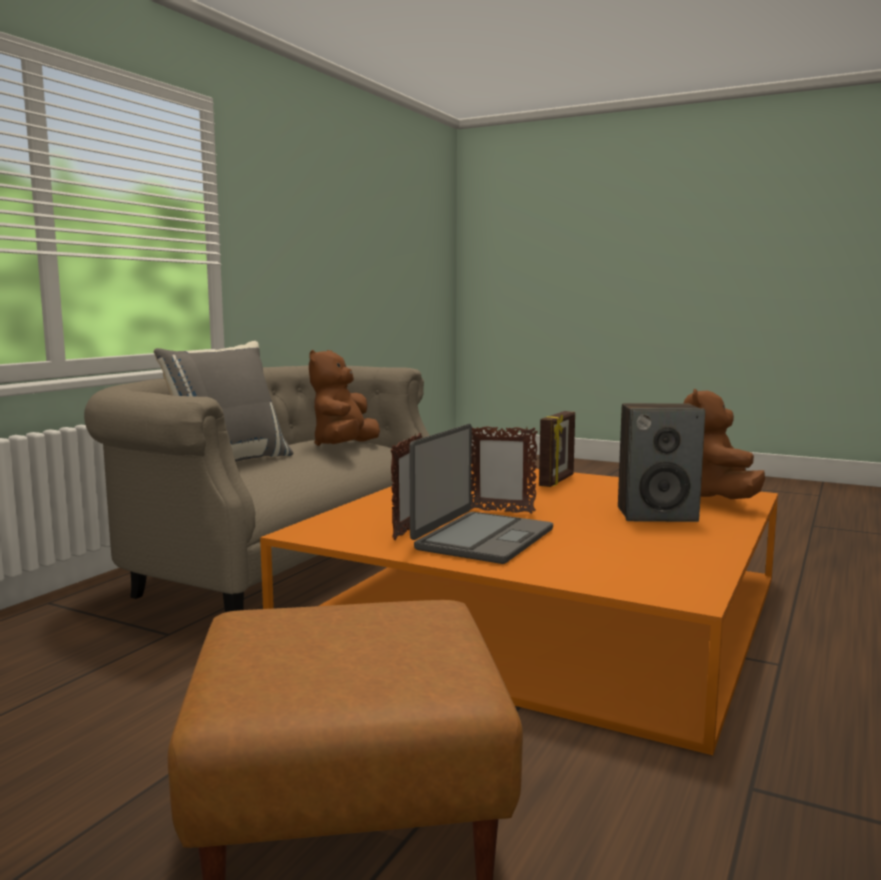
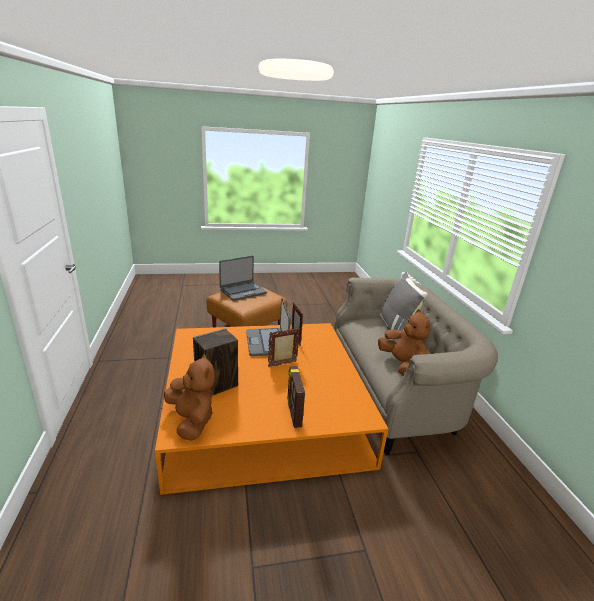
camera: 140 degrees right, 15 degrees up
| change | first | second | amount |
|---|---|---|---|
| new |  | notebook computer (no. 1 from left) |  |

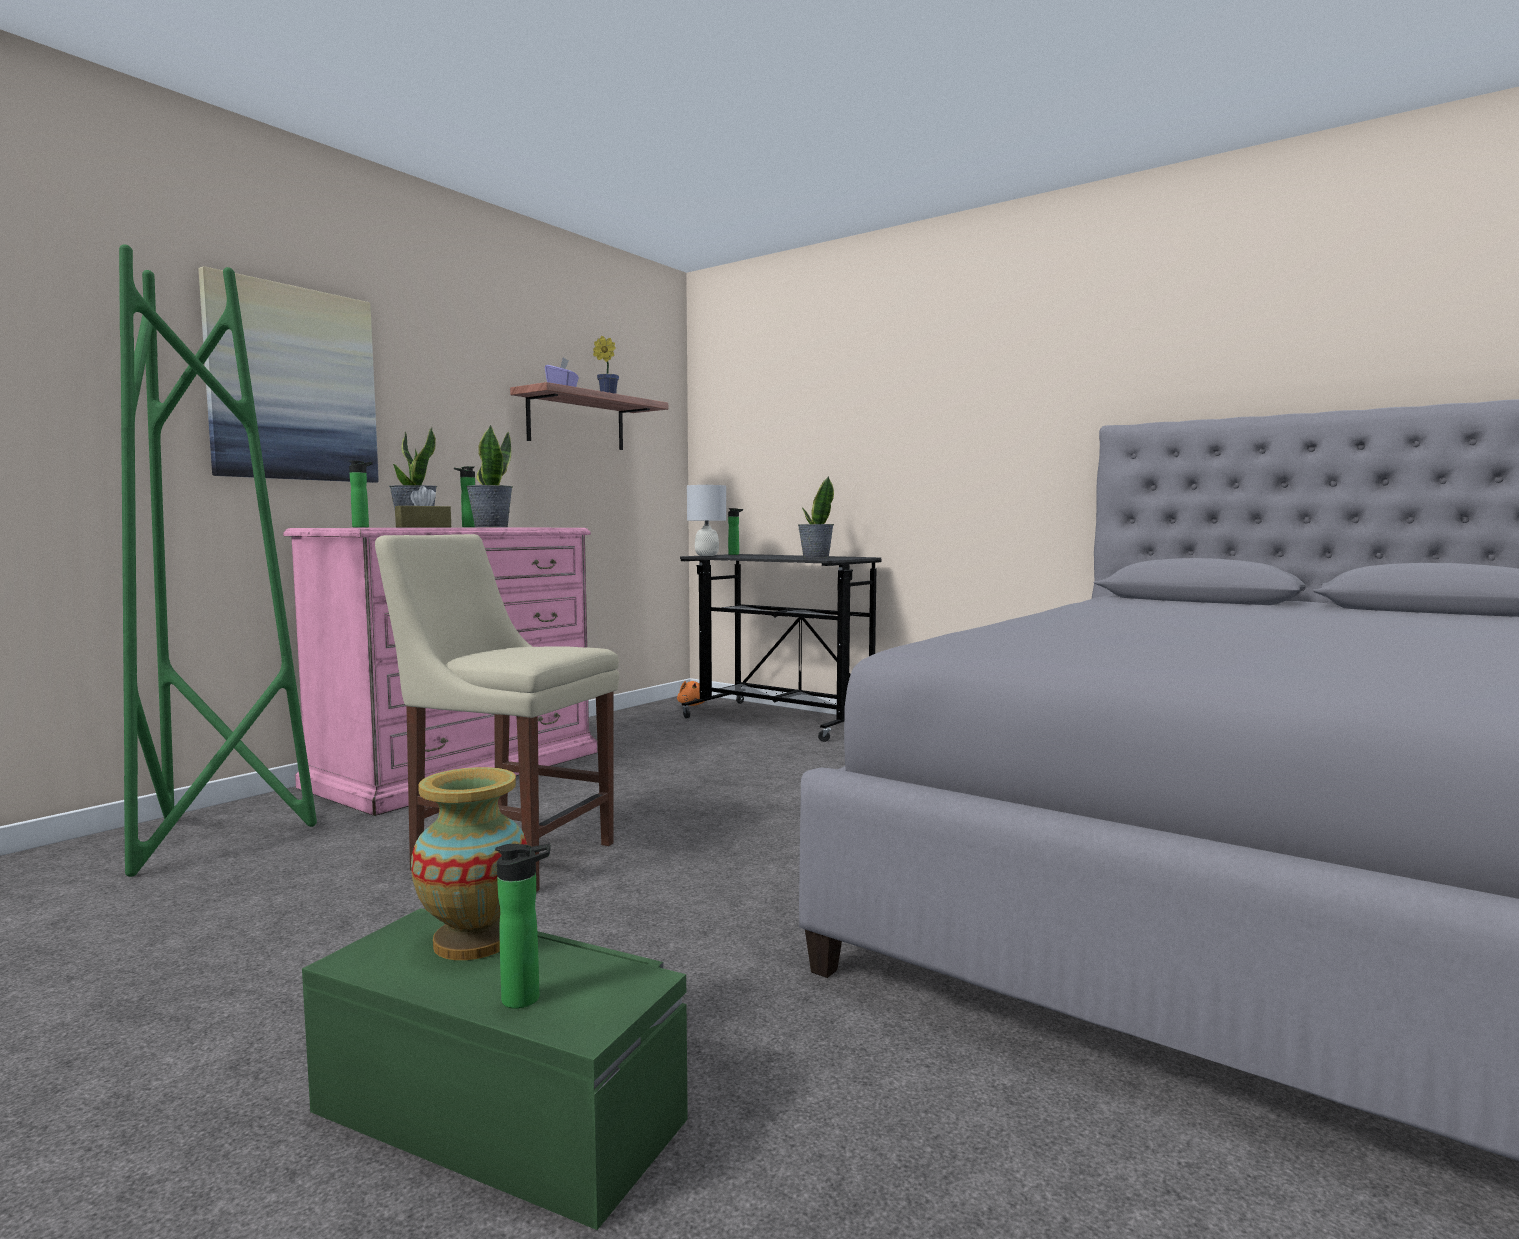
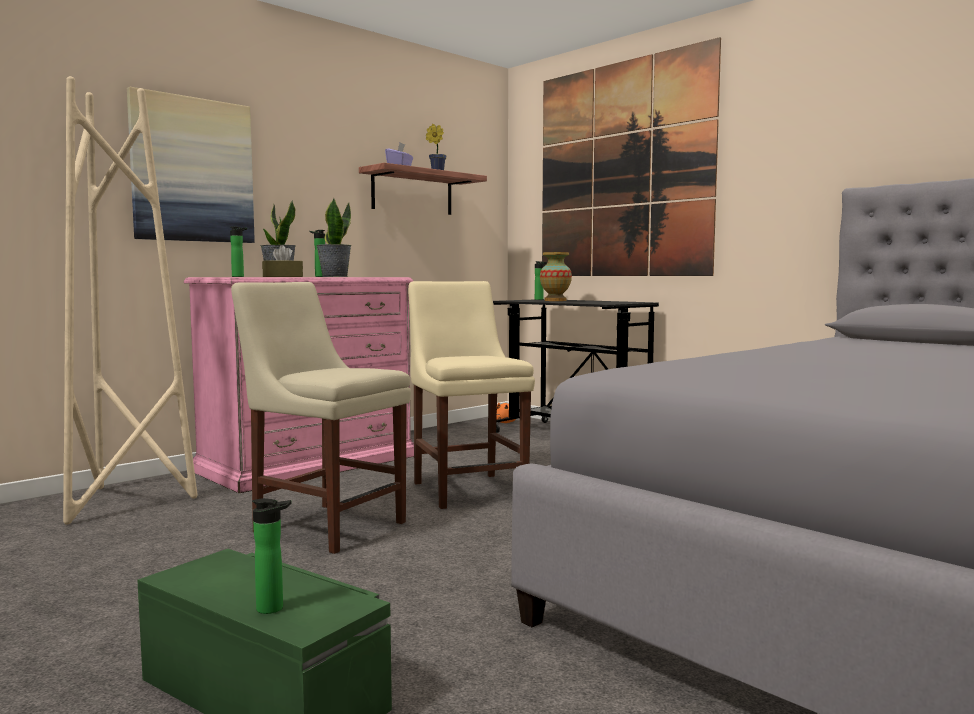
camera: 10 degrees right, 0 degrees up
| change | first | second | amount |
|---|---|---|---|
| repainted | garment rack in green | garment rack in beige |  |
| new |  | plain chair in beige (no. 2 from left) |  |
| shifted | flower vase |  |  |
| new |  | wall picture (no. 2 from left) |  |
| gone | table lamp in greyish |  |  |
| gone | potted plant (no. 4 from left) |  |  |

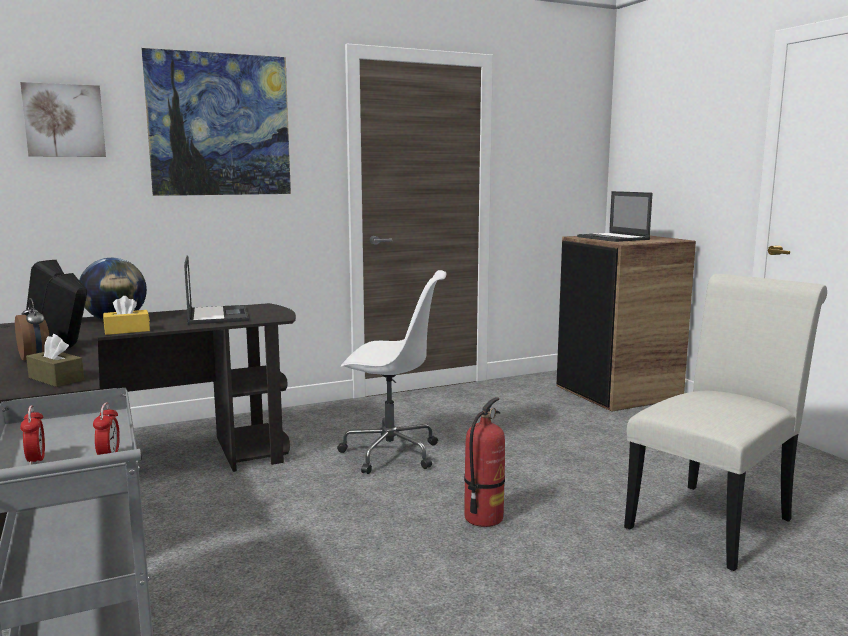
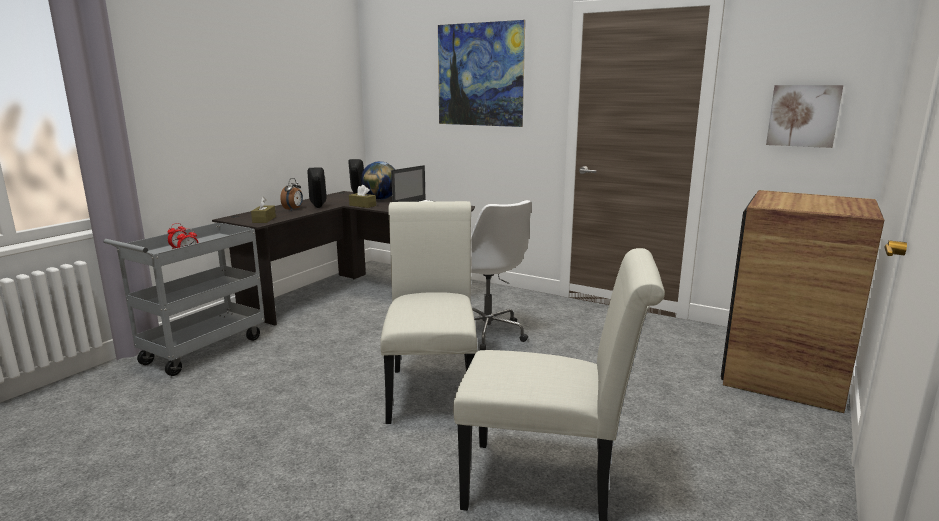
camera: 55 degrees right, 5 degrees up
| change | first | second | amount |
|---|---|---|---|
| repainted | tissue holder in yellow | tissue holder in brownish (no. 2 from left) |  |
| swapped | fire extinguisher | plain chair in whitish (no. 1 from left) |  |
| shifted | wall picture (no. 1 from left in the first image) | wall picture (no. 2 from left) |  |
| gone | notebook computer (no. 2 from left) |  |  |

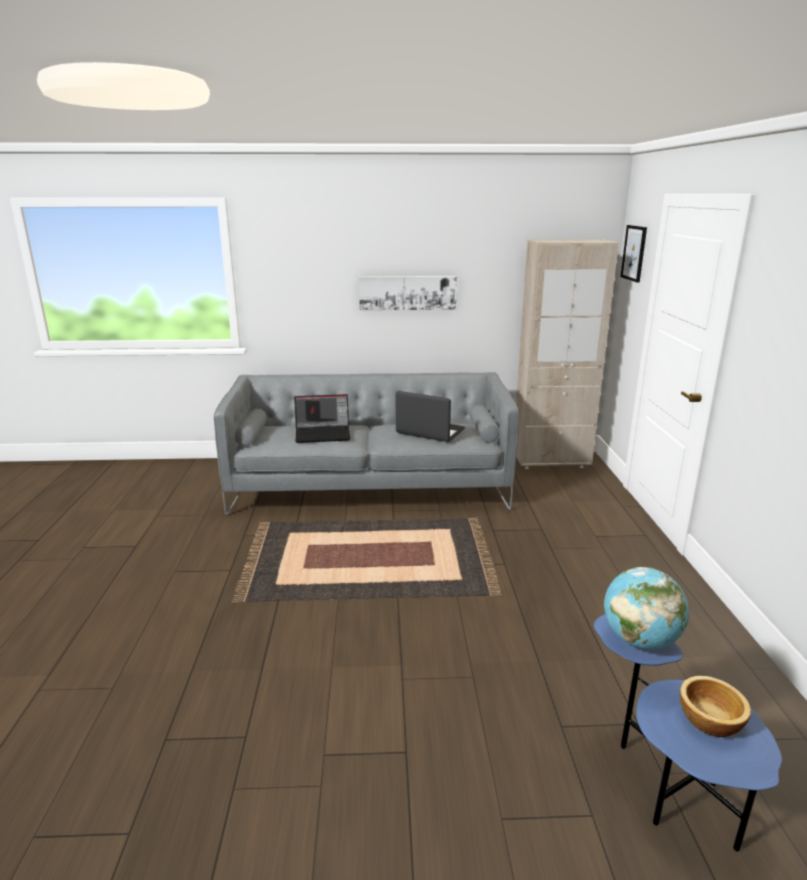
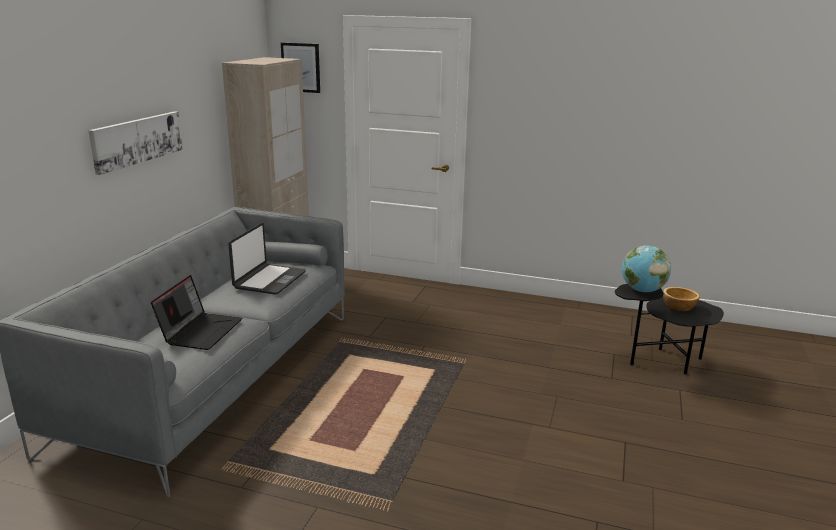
camera: 70 degrees left, 0 degrees up
| change | first | second | amount |
|---|---|---|---|
| rotated | notebook computer (no. 2 from left) |  | 150 degrees clockwise |
| repainted | accent table in bluish | accent table in blackish |  |

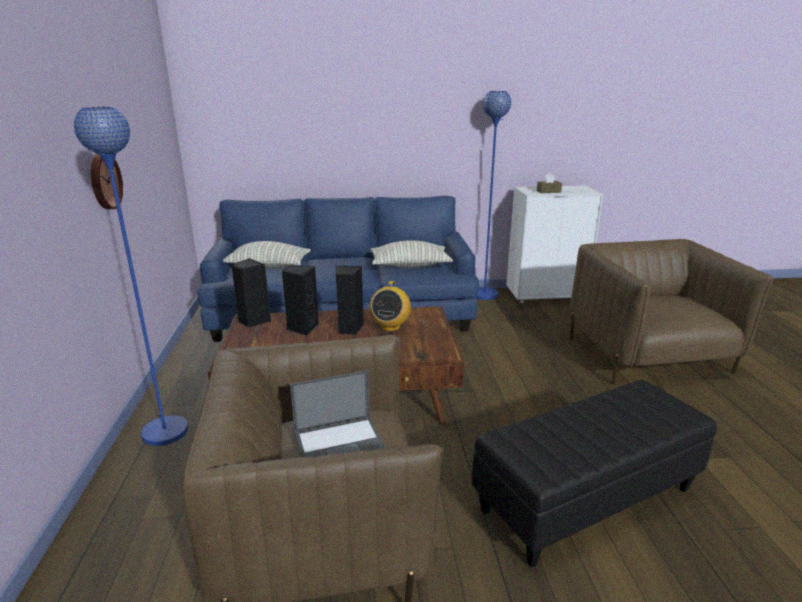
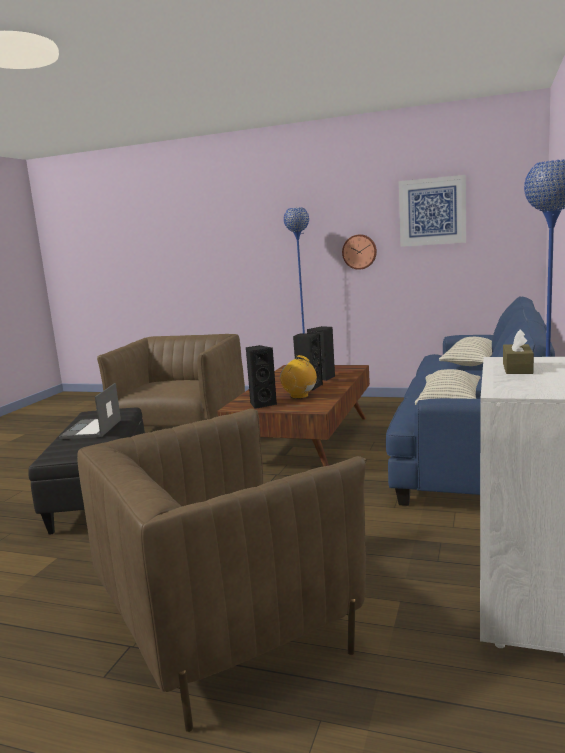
camera: 115 degrees right, 10 degrees down
| change | first | second | amount |
|---|---|---|---|
| shifted | notebook computer |  |  |
| rotated | easy chair in brownish (no. 2 from left) |  | 135 degrees clockwise |
| shifted | speaker in blackish (no. 1 from left) |  |  |
| new |  | wall picture |  |

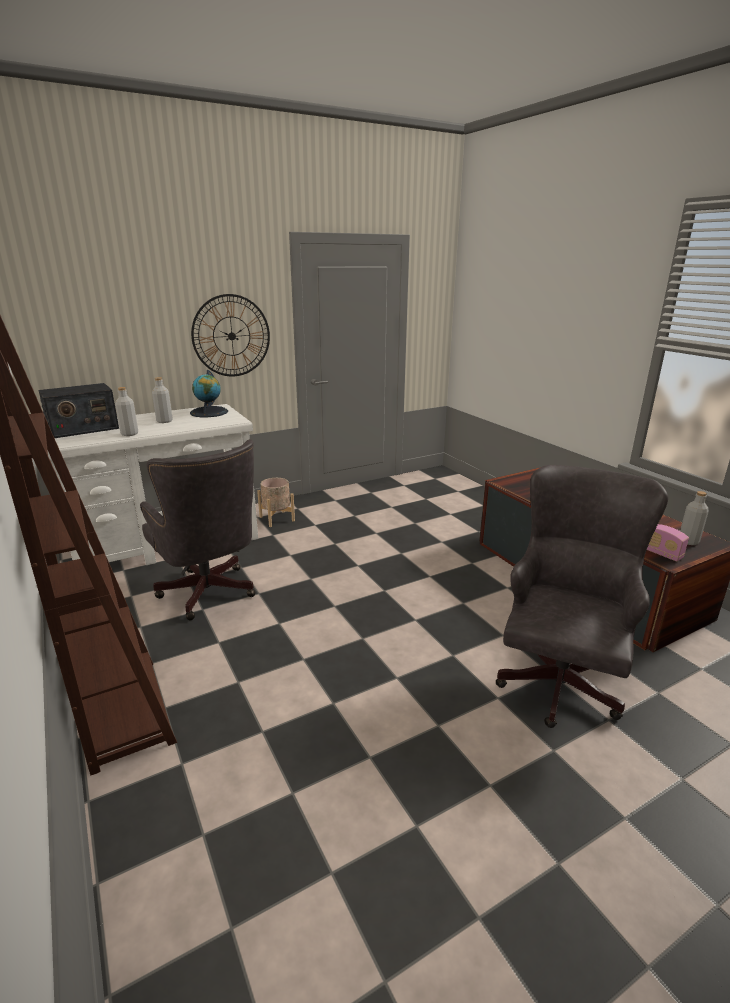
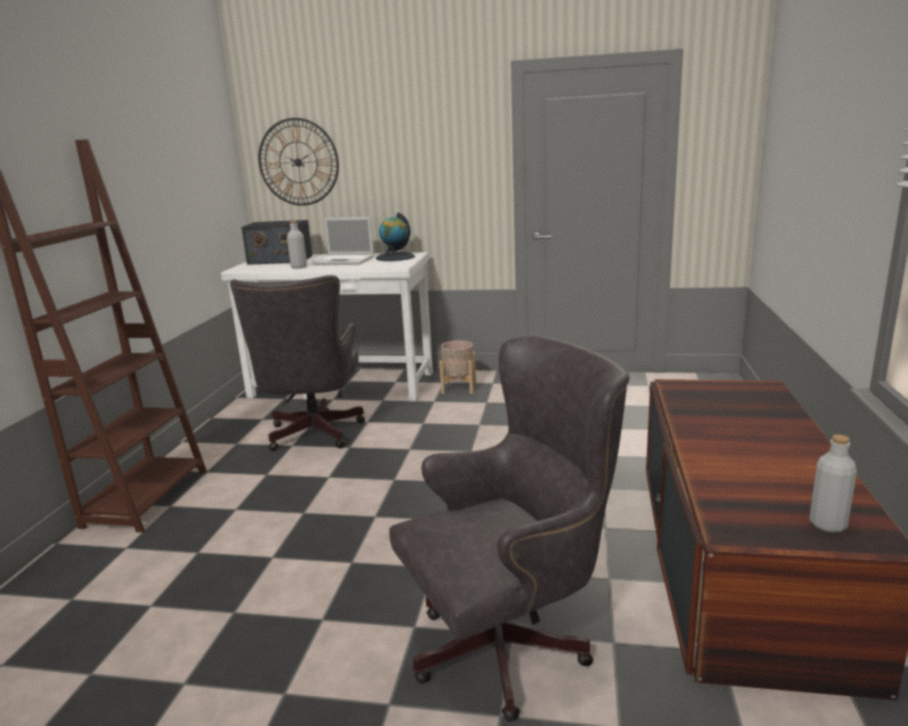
camera: 40 degrees right, 5 degrees down
| change | first | second | amount |
|---|---|---|---|
| shifted | wall clock |  |  |
| swapped | beverage bottle in greyish (no. 2 from left) | notebook computer |  |
| gone | radio receiver (no. 2 from left) |  |  |

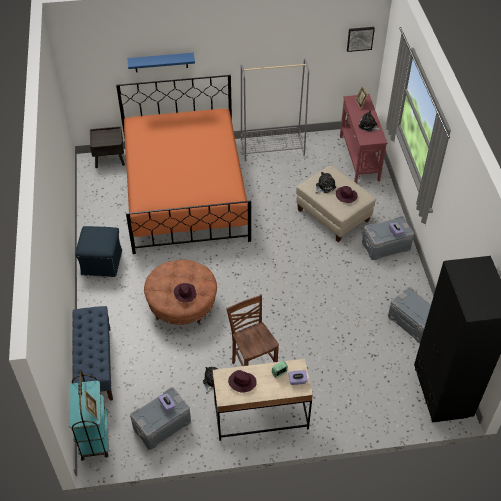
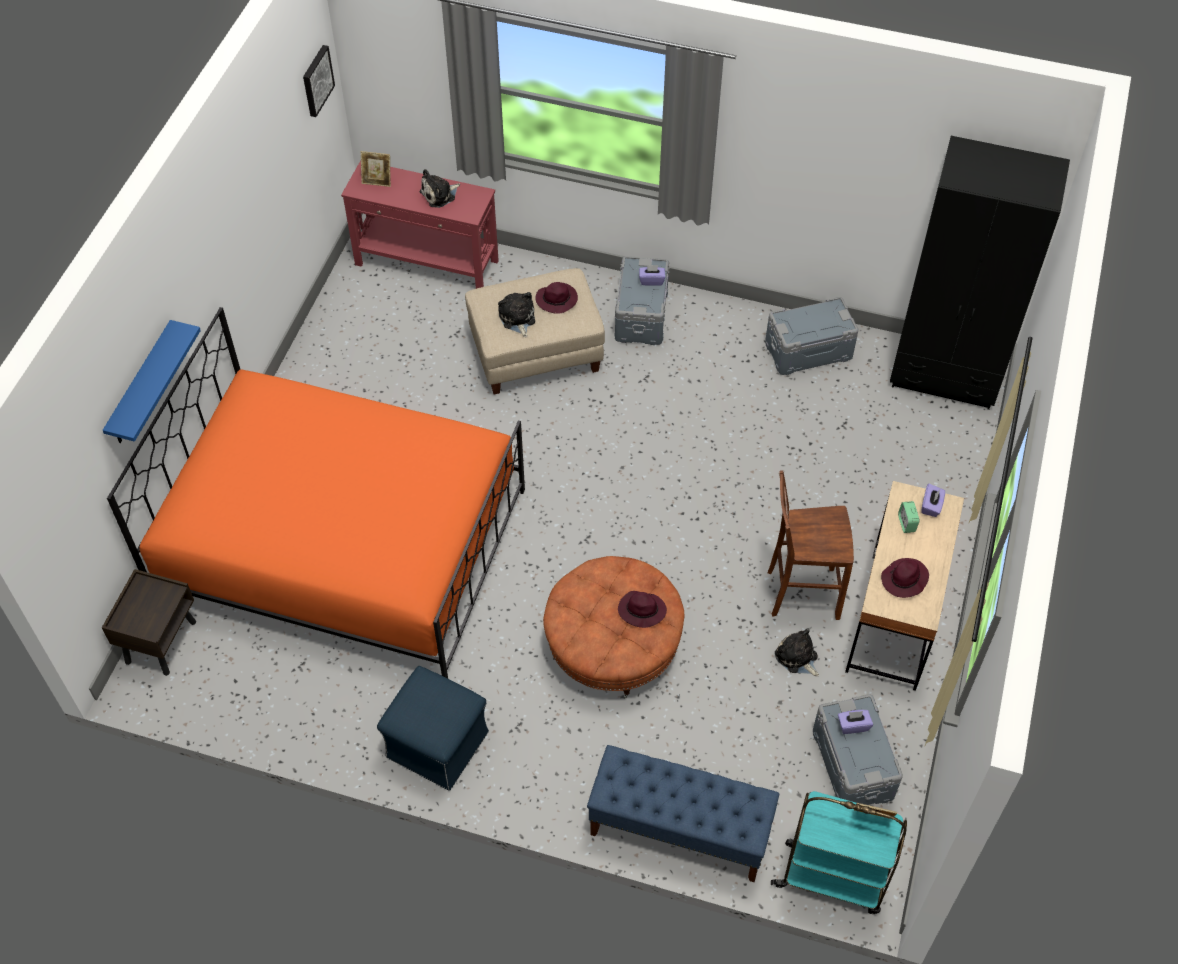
camera: 65 degrees left, 5 degrees up
| change | first | second | amount |
|---|---|---|---|
| gone | garment rack in greyish |  |  |

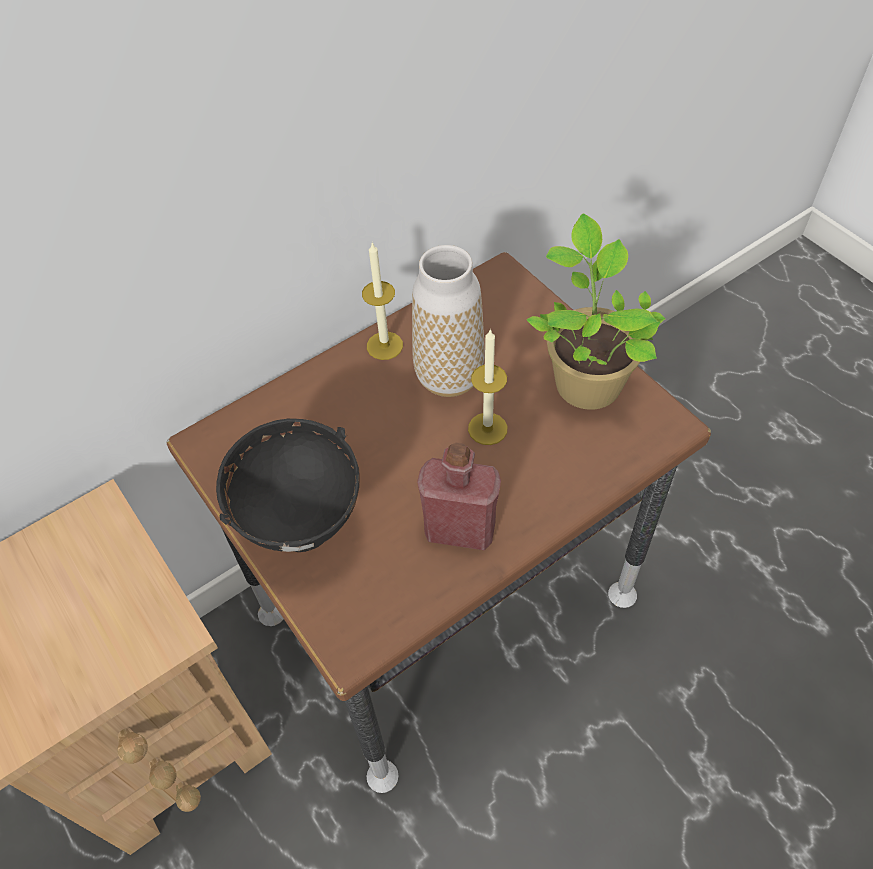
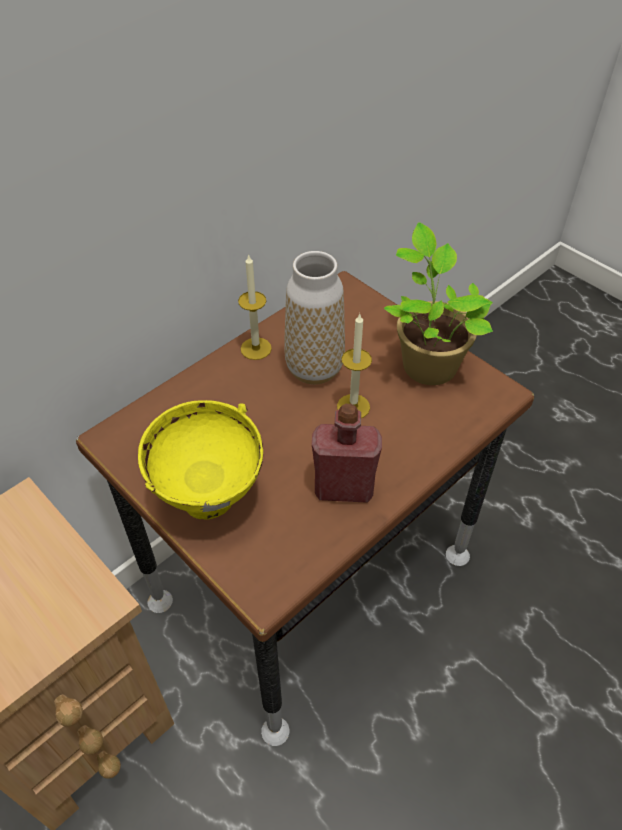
camera: 10 degrees left, 5 degrees down
| change | first | second | amount |
|---|---|---|---|
| repainted | bowl in blackish | bowl in yellow |  |

